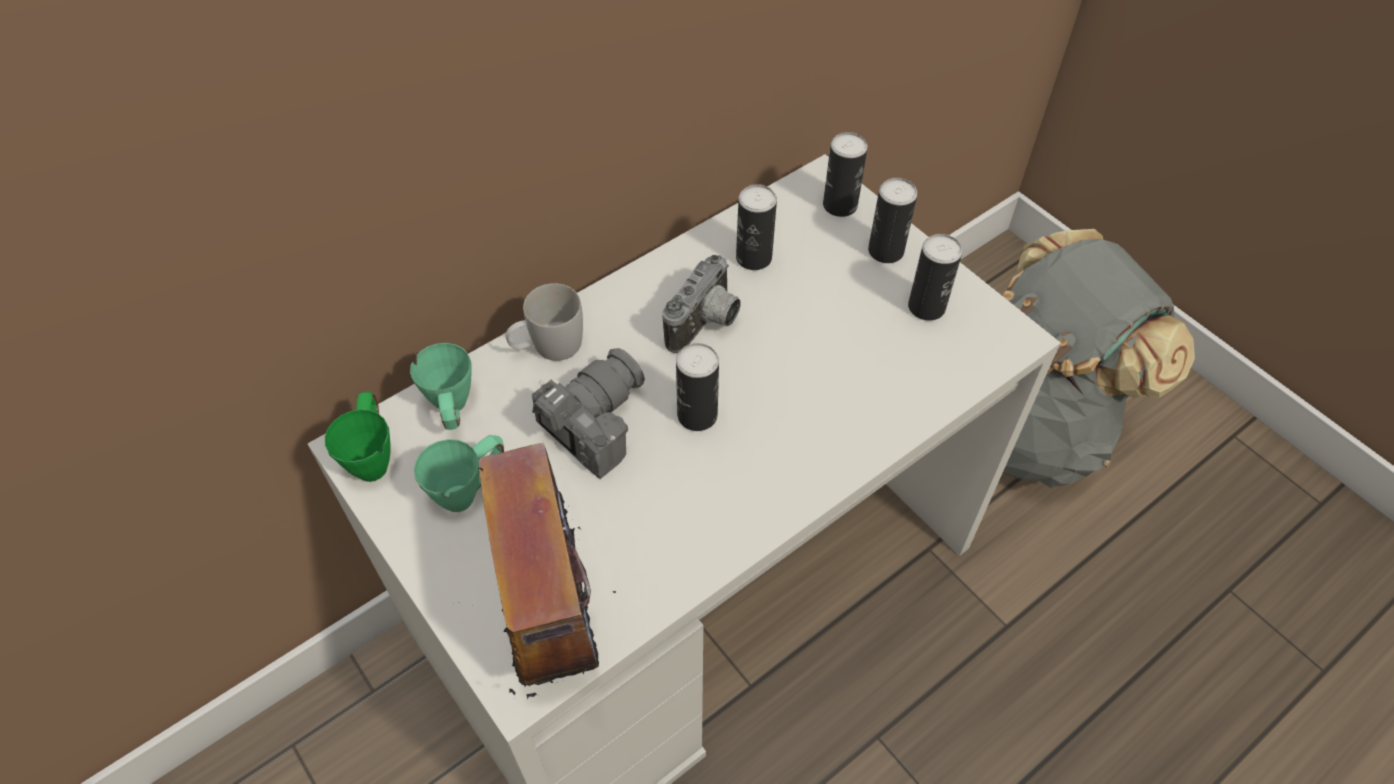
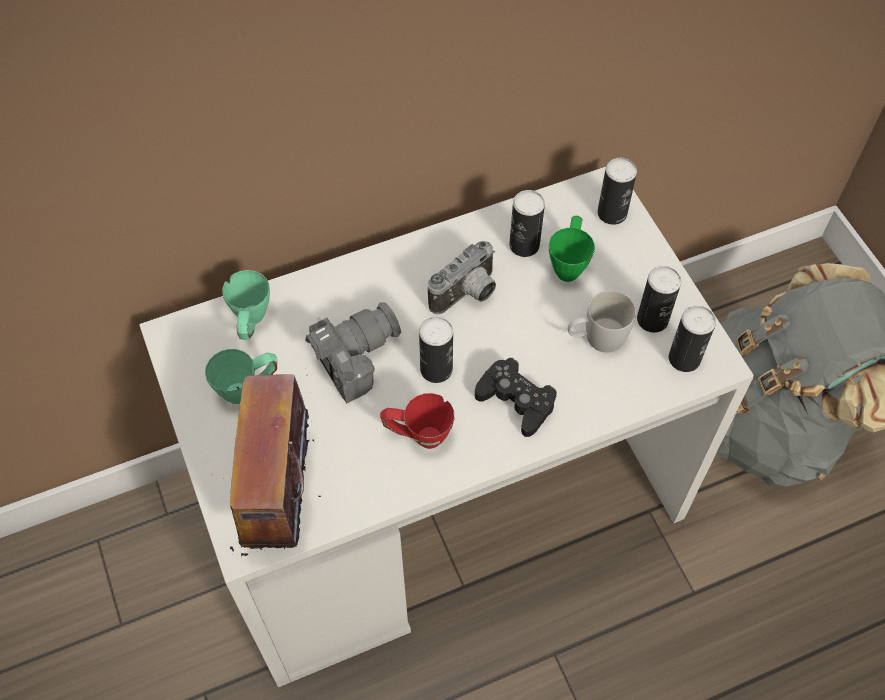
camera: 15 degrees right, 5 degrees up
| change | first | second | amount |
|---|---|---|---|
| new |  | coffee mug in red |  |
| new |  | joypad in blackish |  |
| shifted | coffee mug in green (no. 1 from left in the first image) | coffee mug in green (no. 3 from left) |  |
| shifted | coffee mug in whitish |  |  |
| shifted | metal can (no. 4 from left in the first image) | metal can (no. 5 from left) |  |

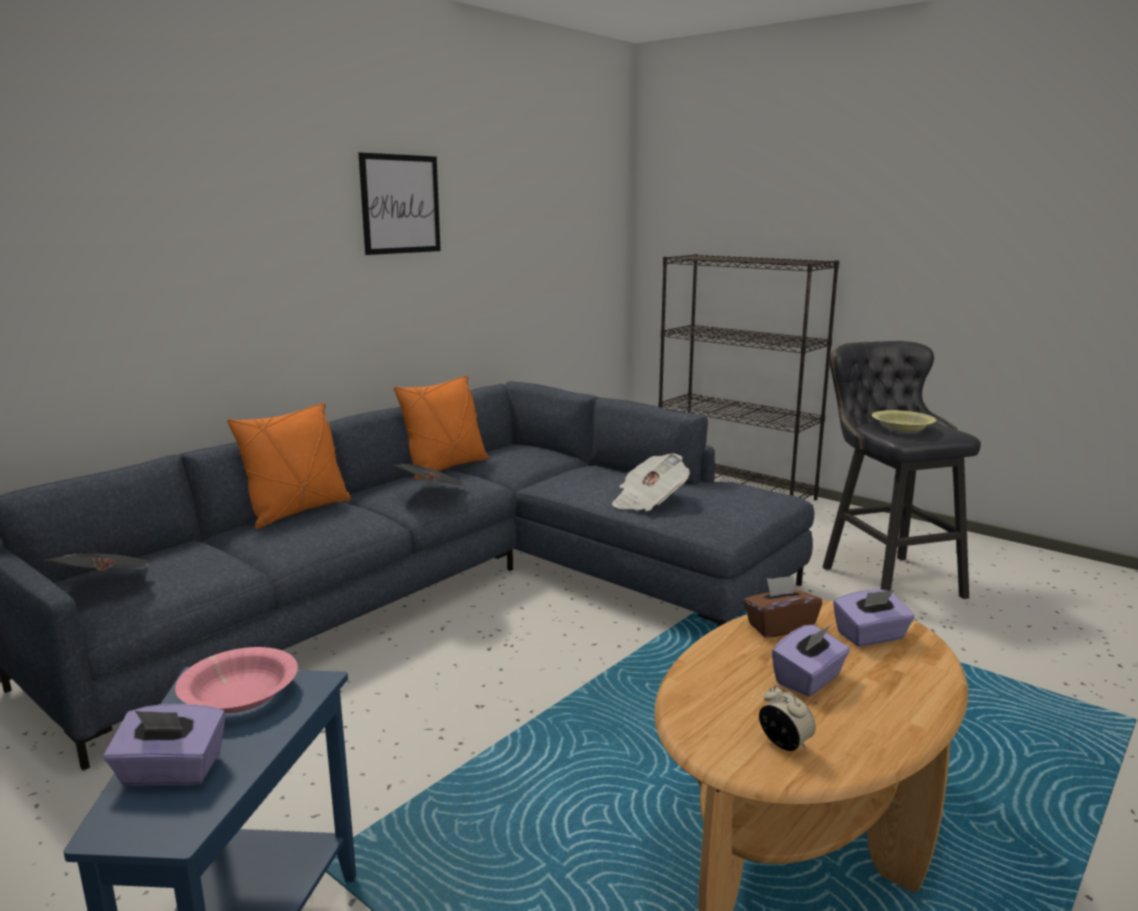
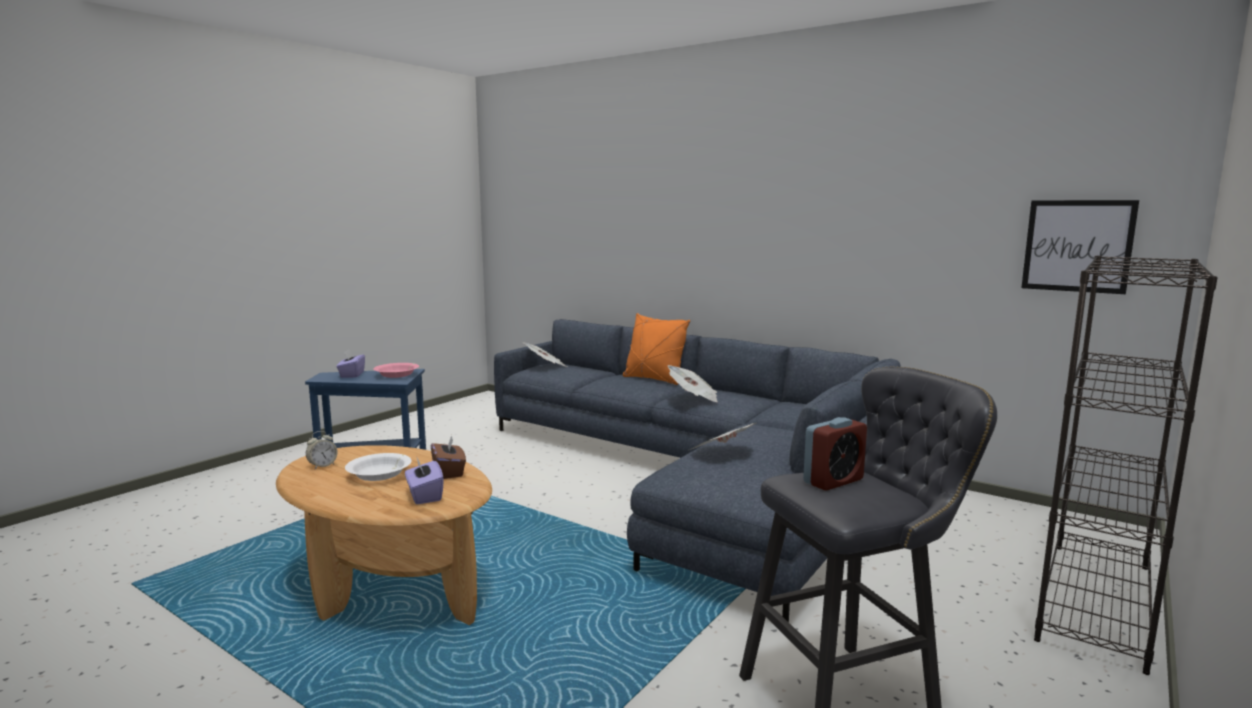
camera: 85 degrees right, 5 degrees down
| change | first | second | amount |
|---|---|---|---|
| swapped | tissue holder in purplish (no. 2 from left) | bowl in whitish |  |
| swapped | bowl in yellow | alarm clock (no. 2 from left) |  |
| shifted | wall picture |  |  |
| gone | cushion in orange (no. 2 from left) |  |  |

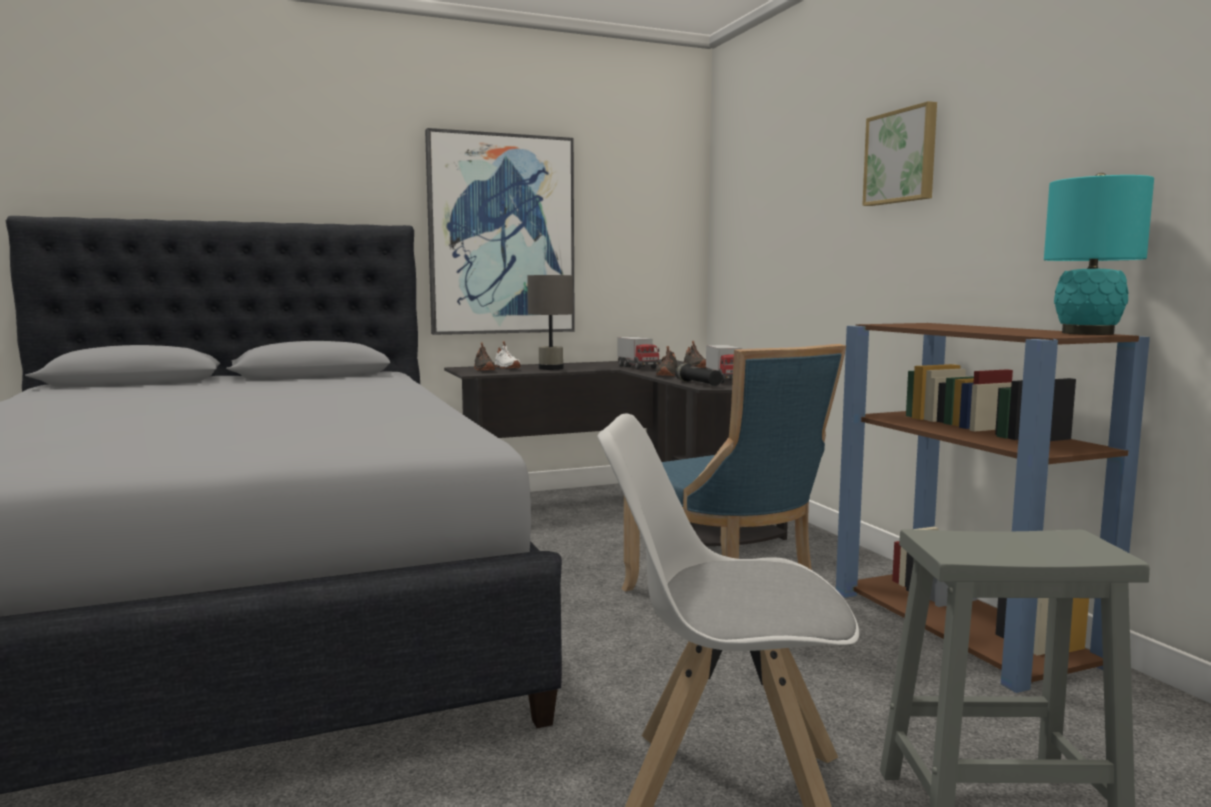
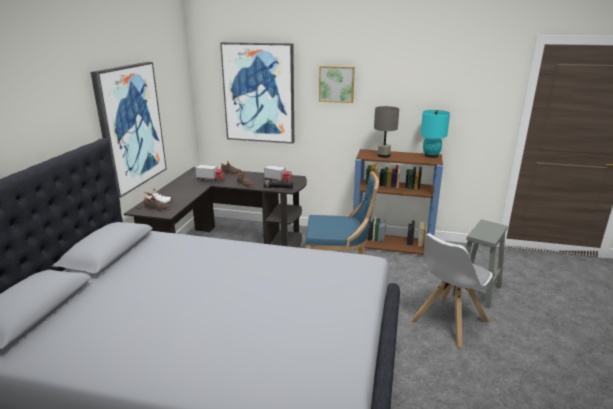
camera: 55 degrees left, 15 degrees up
| change | first | second | amount |
|---|---|---|---|
| new |  | wall picture (no. 2 from left) |  |
| shifted | table lamp in greyish |  |  |

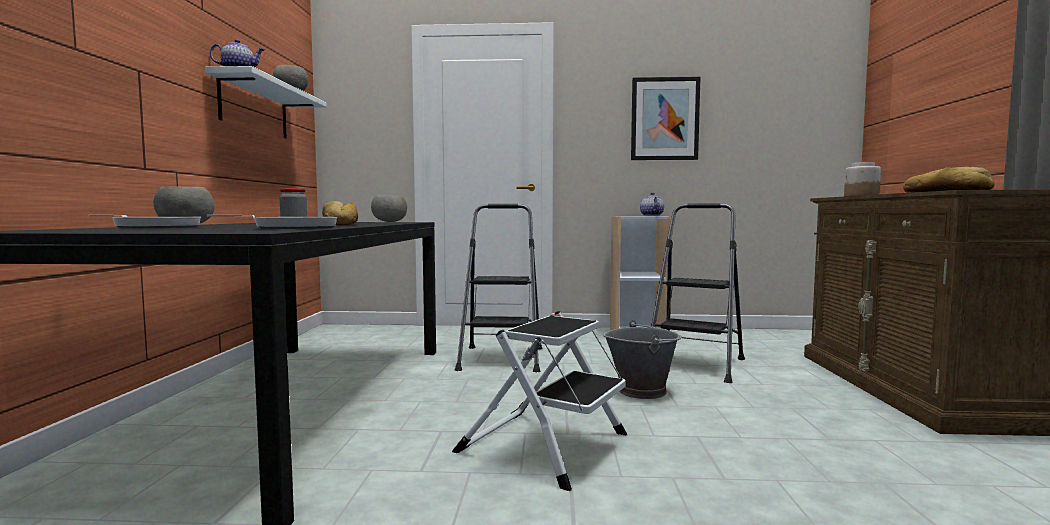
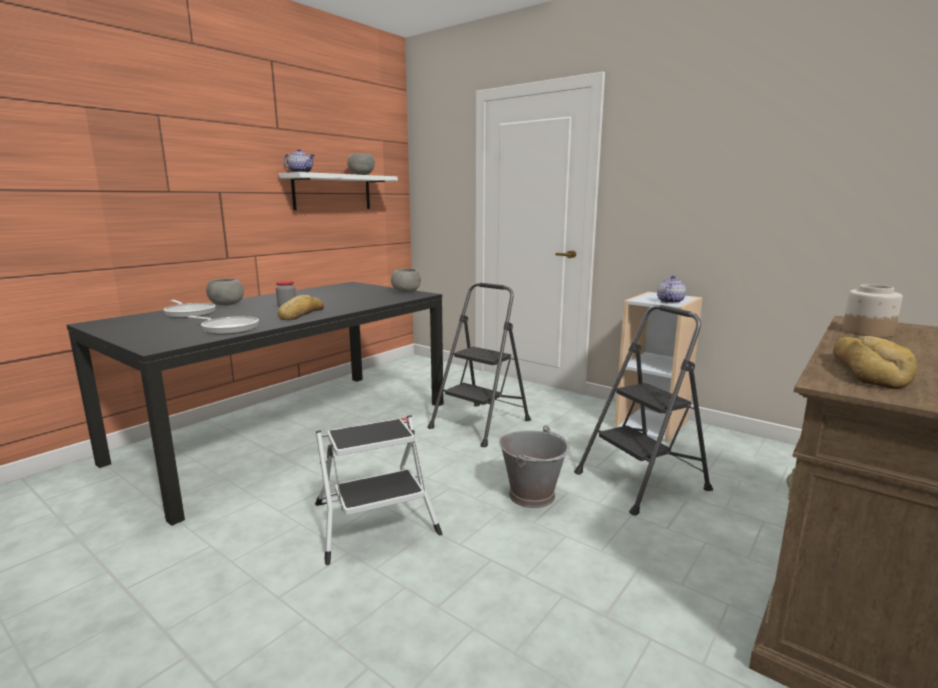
camera: 35 degrees right, 10 degrees up
| change | first | second | amount |
|---|---|---|---|
| gone | wall picture |  |  |

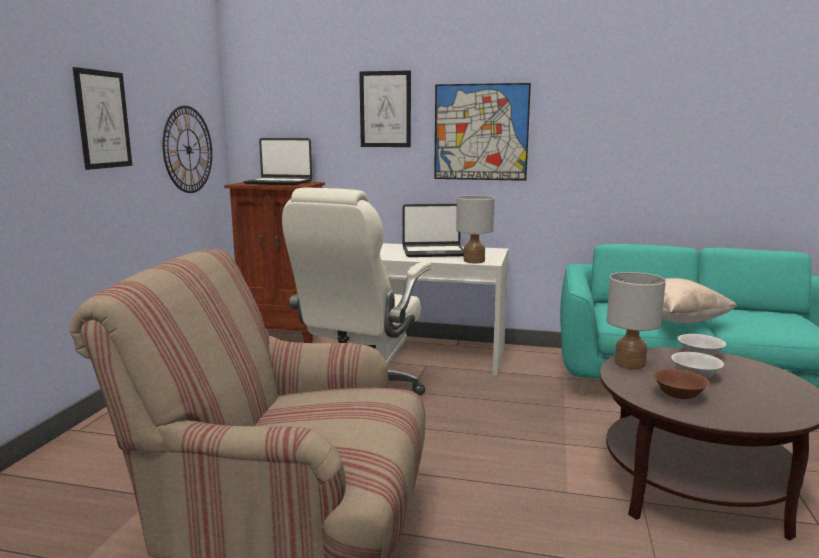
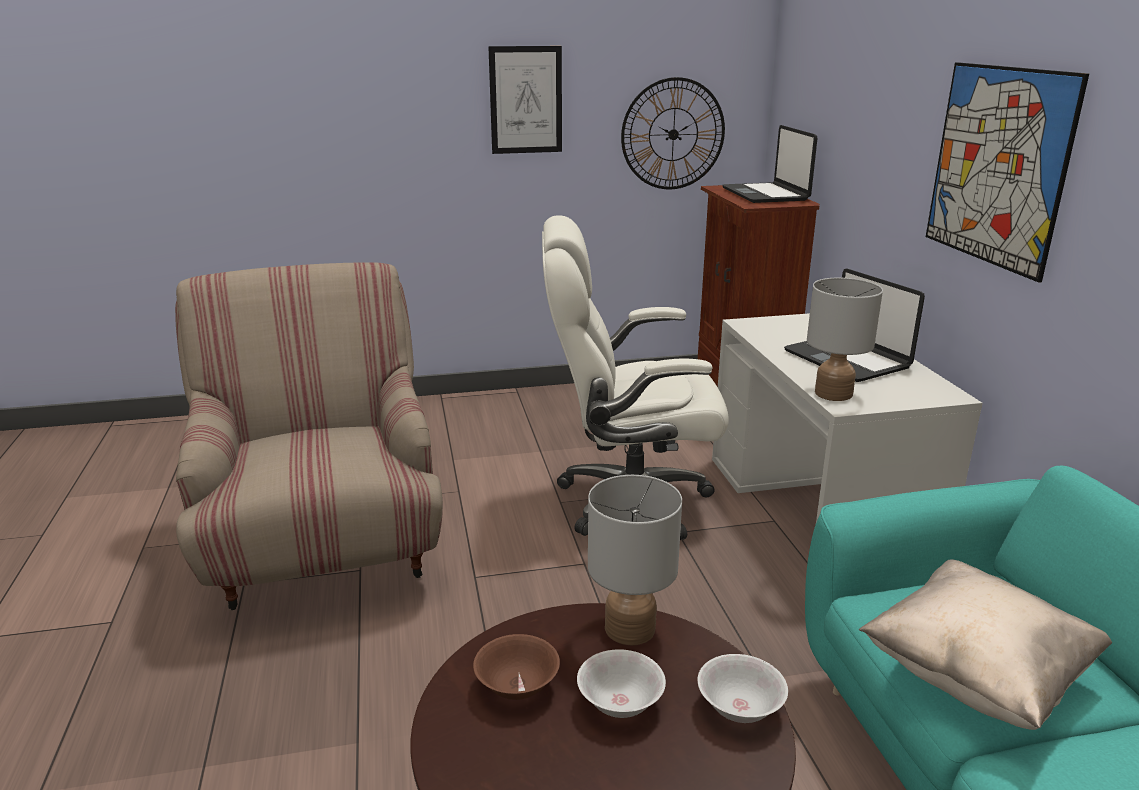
camera: 65 degrees right, 10 degrees up
| change | first | second | amount |
|---|---|---|---|
| gone | wall picture (no. 2 from left) |  |  |

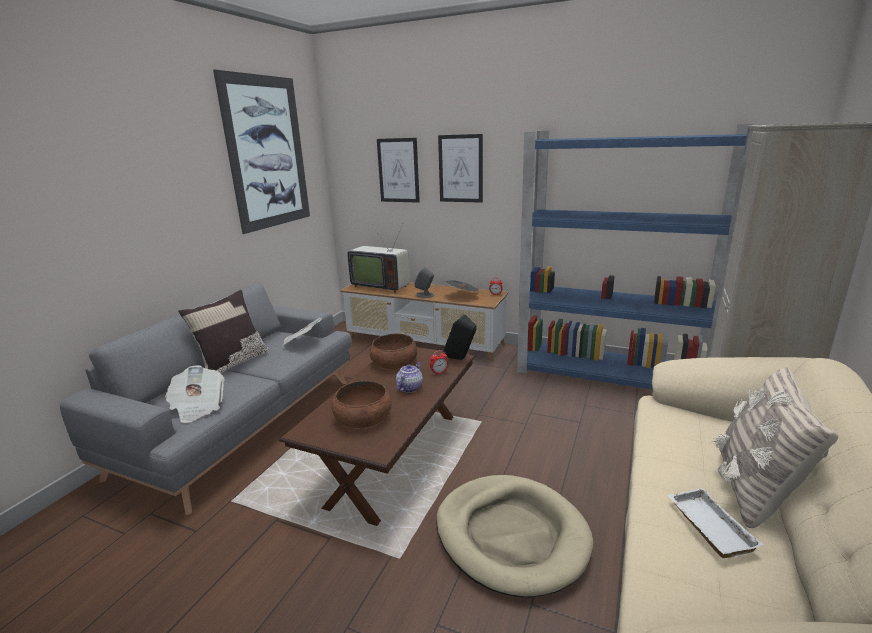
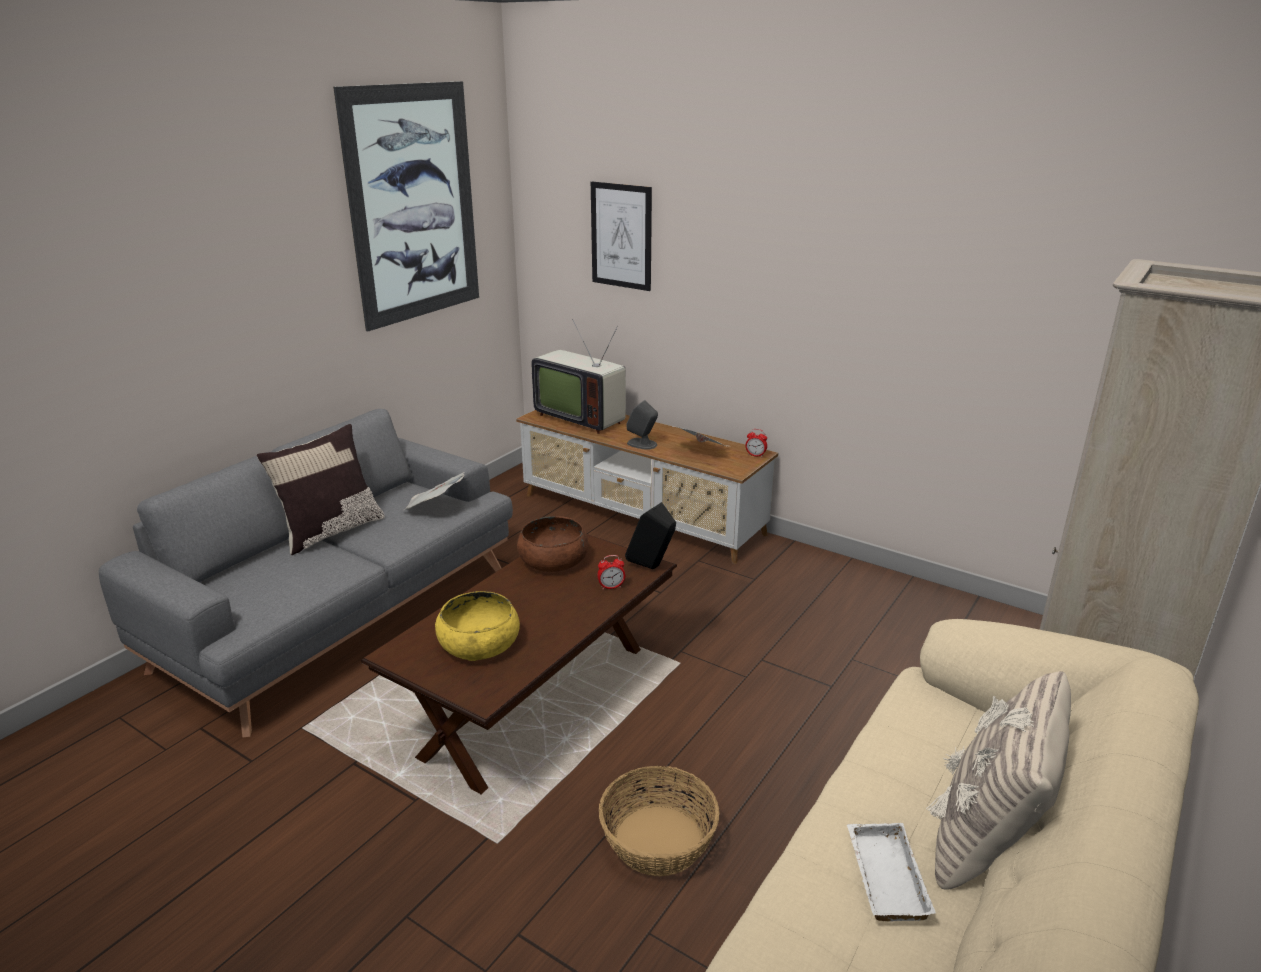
camera: 10 degrees right, 5 degrees up
| change | first | second | amount |
|---|---|---|---|
| repainted | bowl in brownish (no. 1 from left) | bowl in yellow |  |
| swapped | pet bed in beige | storage basket |  |
| gone | daily paper (no. 1 from left) |  |  |
| gone | teapot |  |  |
| gone | wall picture (no. 3 from left) |  |  |
| gone | bookshelf in bluish |  |  |

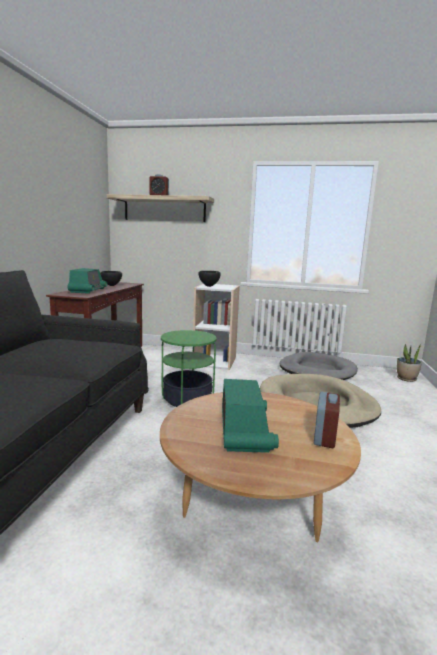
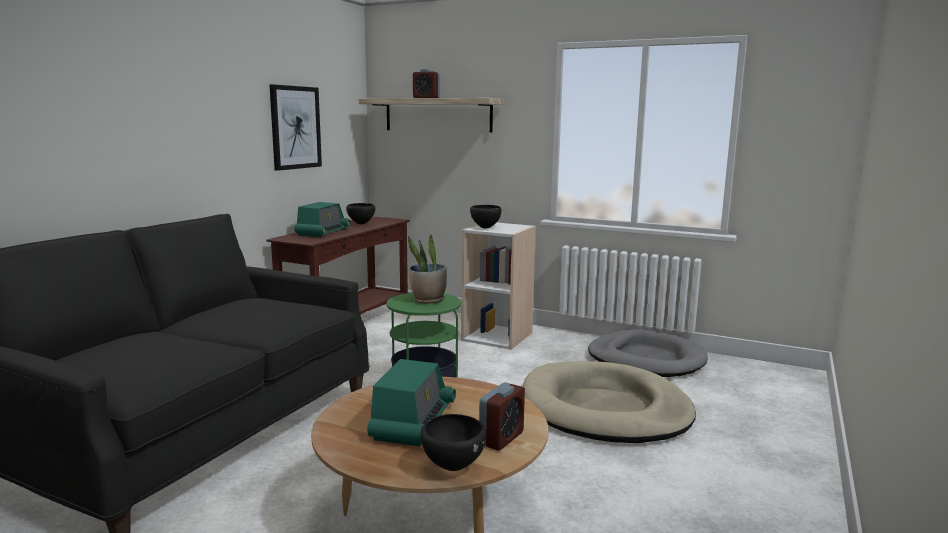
camera: 15 degrees right, 0 degrees up
| change | first | second | amount |
|---|---|---|---|
| new |  | wall picture |  |
| shifted | potted plant |  |  |
| new |  | bowl in blackish (no. 2 from left) |  |

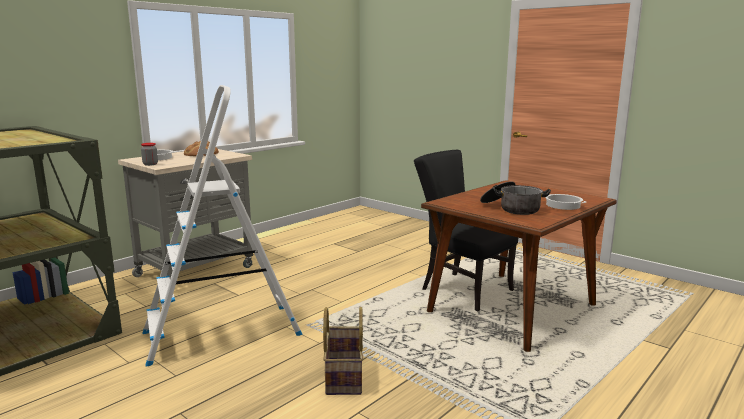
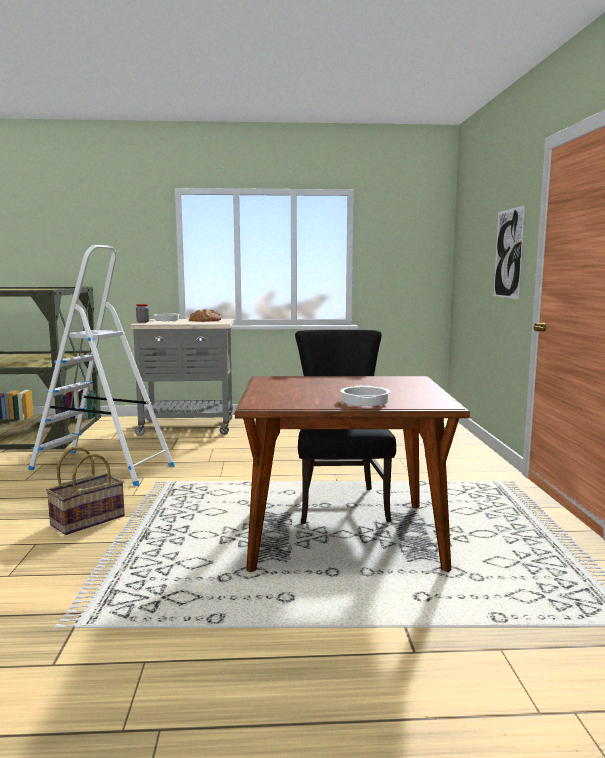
camera: 45 degrees right, 5 degrees down
| change | first | second | amount |
|---|---|---|---|
| new |  | wall picture |  |
| gone | stockpot (no. 2 from left) |  |  |

